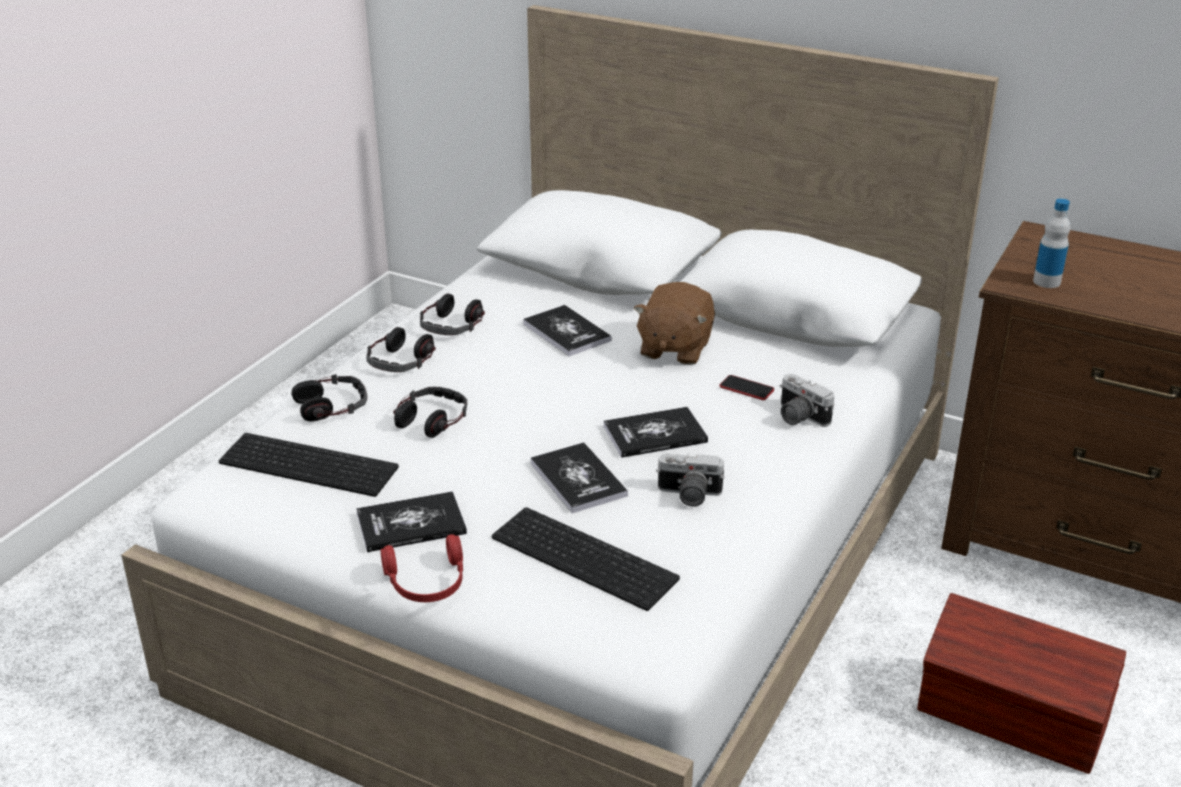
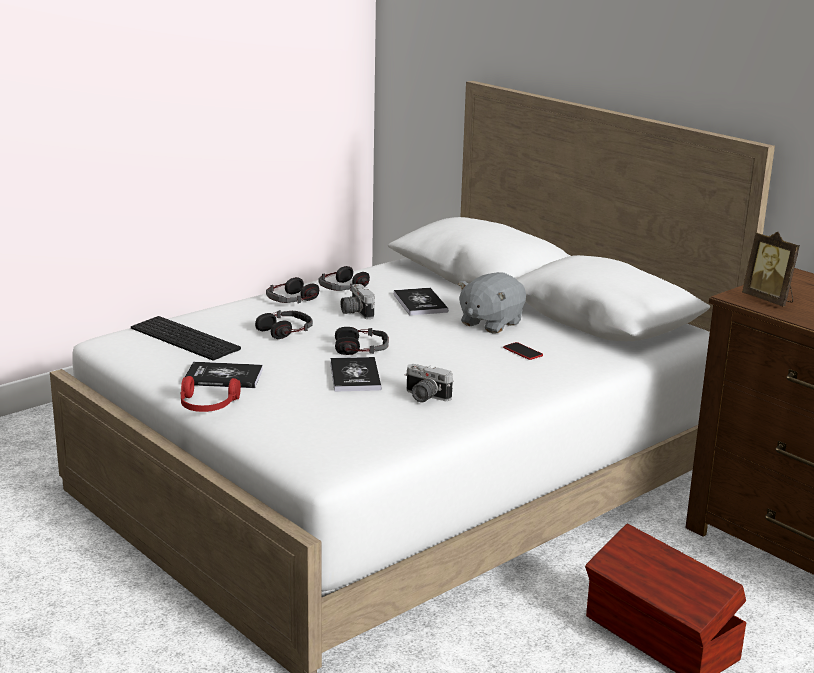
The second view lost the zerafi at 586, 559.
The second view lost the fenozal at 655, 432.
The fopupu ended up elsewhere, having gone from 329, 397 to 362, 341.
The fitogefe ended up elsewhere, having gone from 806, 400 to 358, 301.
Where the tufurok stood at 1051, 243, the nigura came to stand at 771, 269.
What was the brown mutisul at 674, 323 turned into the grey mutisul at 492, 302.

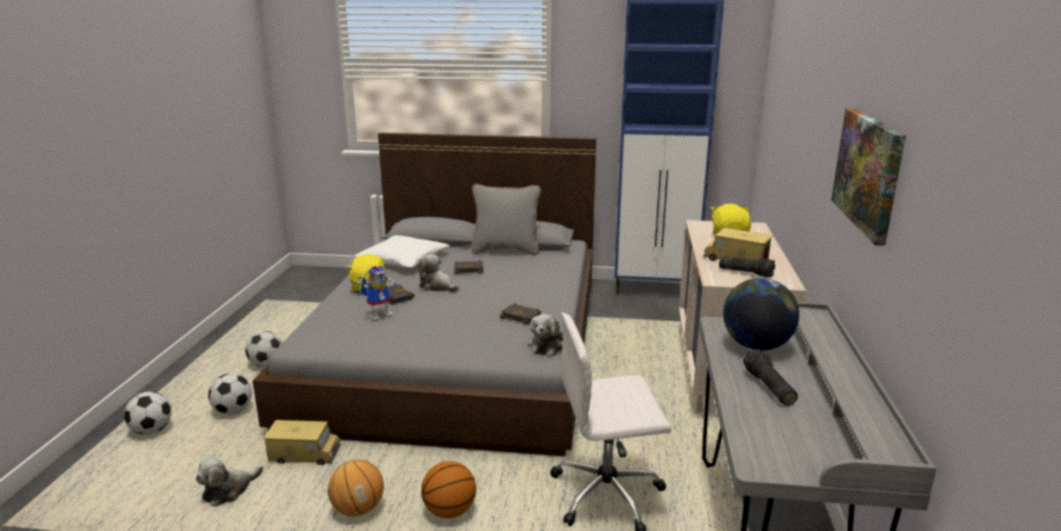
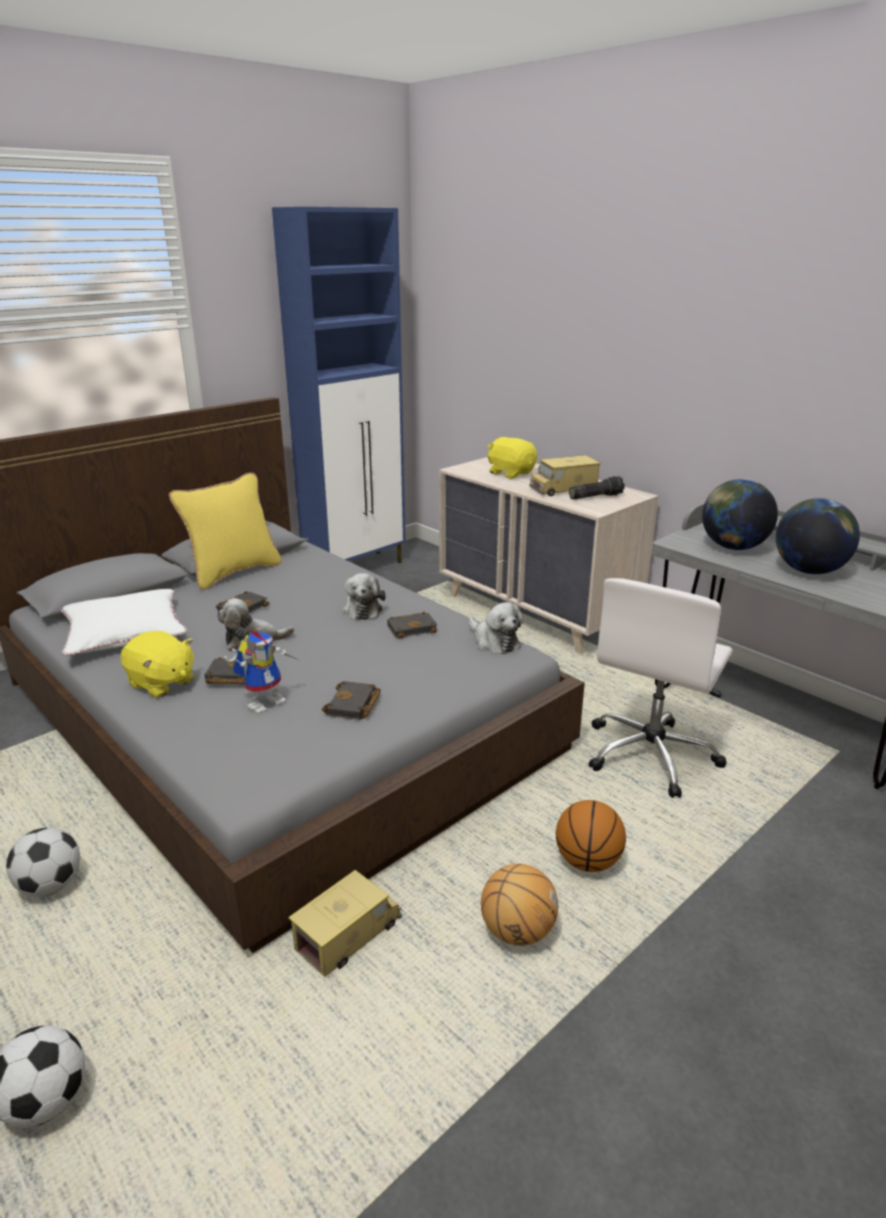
The second view lost the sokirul at 230, 393.
The second view lost the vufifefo at 868, 177.
The second view gained the black fenozal at 351, 700.
The mutisul ended up elsewhere, having gone from 229, 482 to 364, 596.
Where the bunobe stood at 770, 377, the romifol came to stand at 818, 536.
What was the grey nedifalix at 506, 219 turned into the yellow nedifalix at 225, 531.
The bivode at 378, 293 ended up facing another way, 45 degrees clockwise from before.

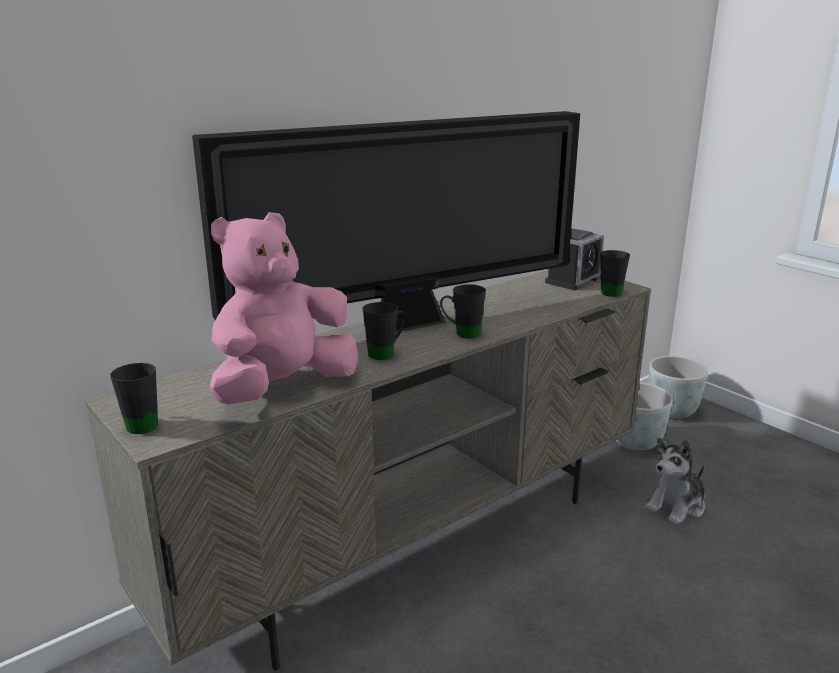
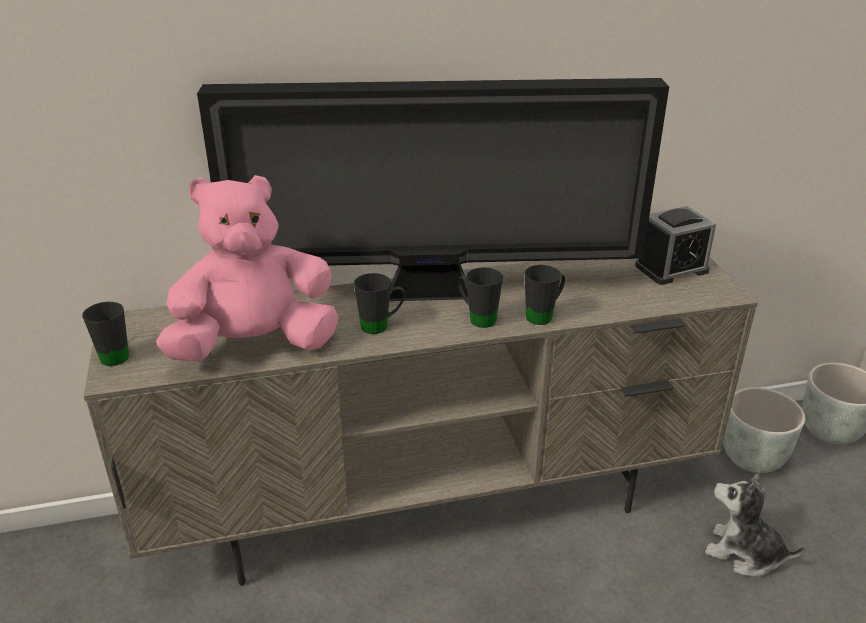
The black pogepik ended up elsewhere, having gone from 615, 273 to 545, 295.
The mutisul at 675, 481 ended up facing another way, 45 degrees clockwise from before.

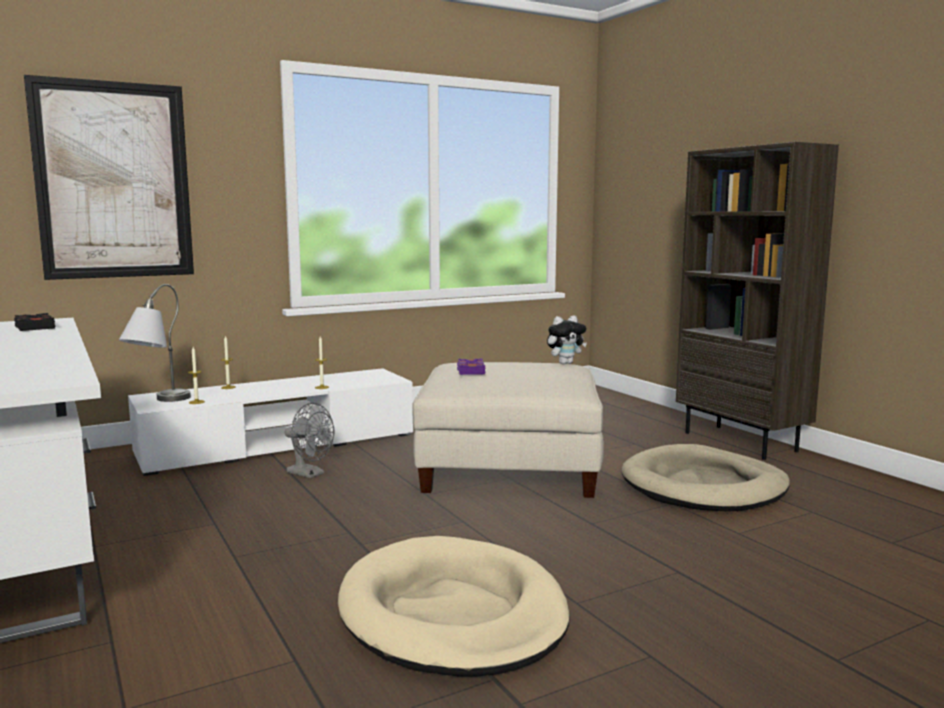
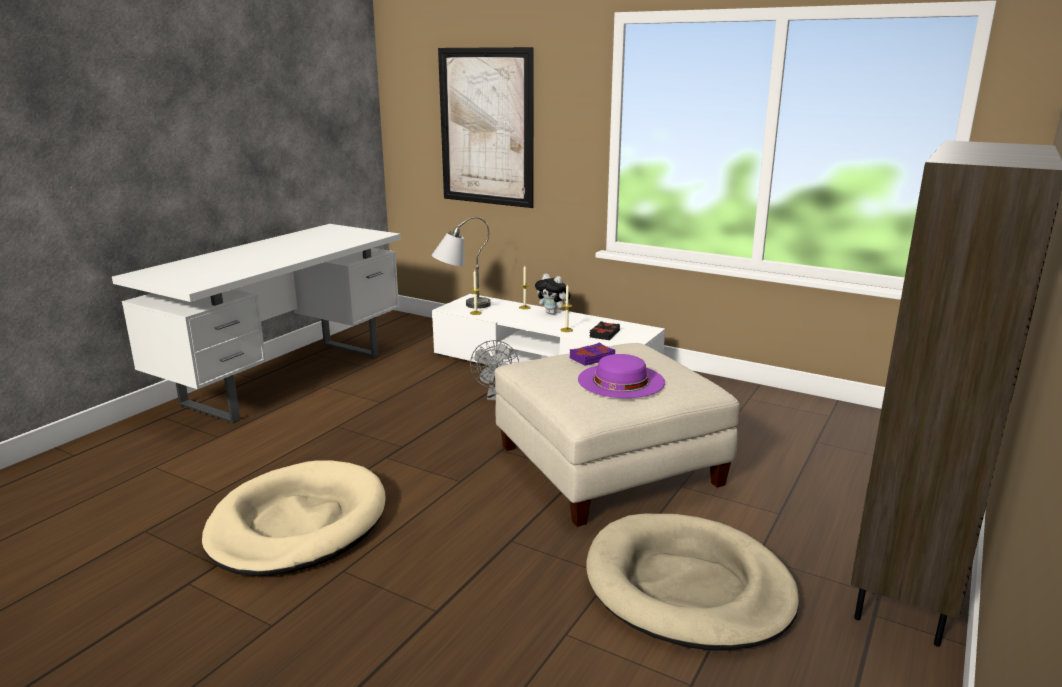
The second view gained the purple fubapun at 621, 376.
The black fenozal ended up elsewhere, having gone from 34, 322 to 604, 330.
The mutisul ended up elsewhere, having gone from 567, 339 to 553, 294.

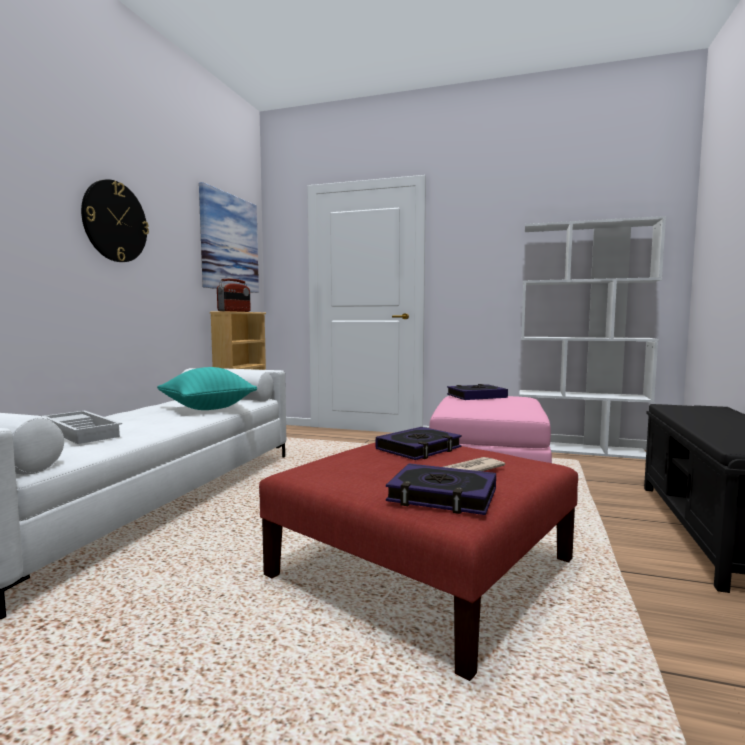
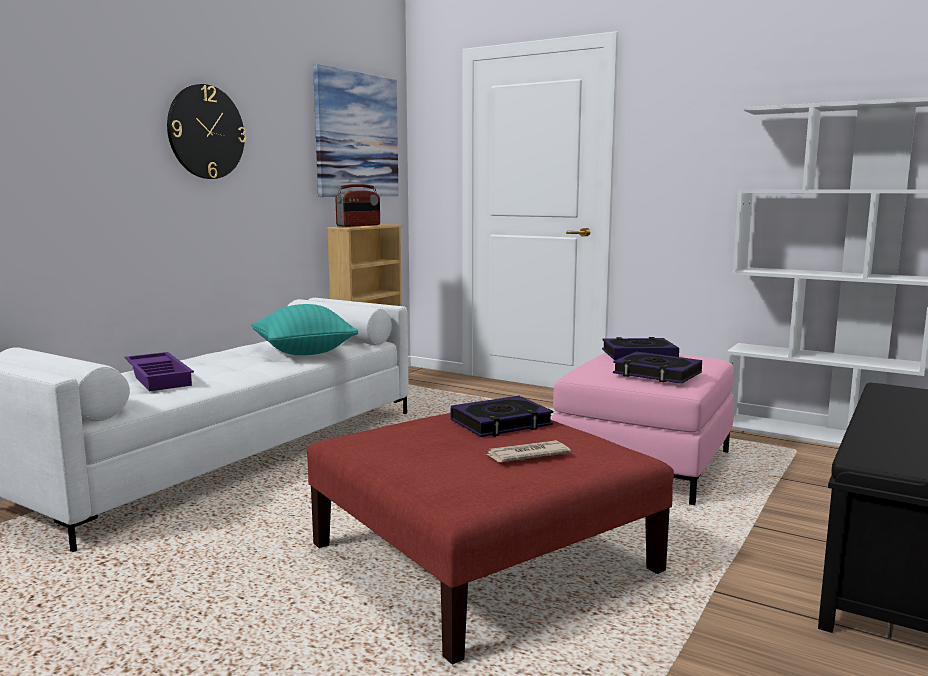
The fenozal ended up elsewhere, having gone from 441, 489 to 657, 367.
What was the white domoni at 82, 427 turned into the purple domoni at 159, 371.

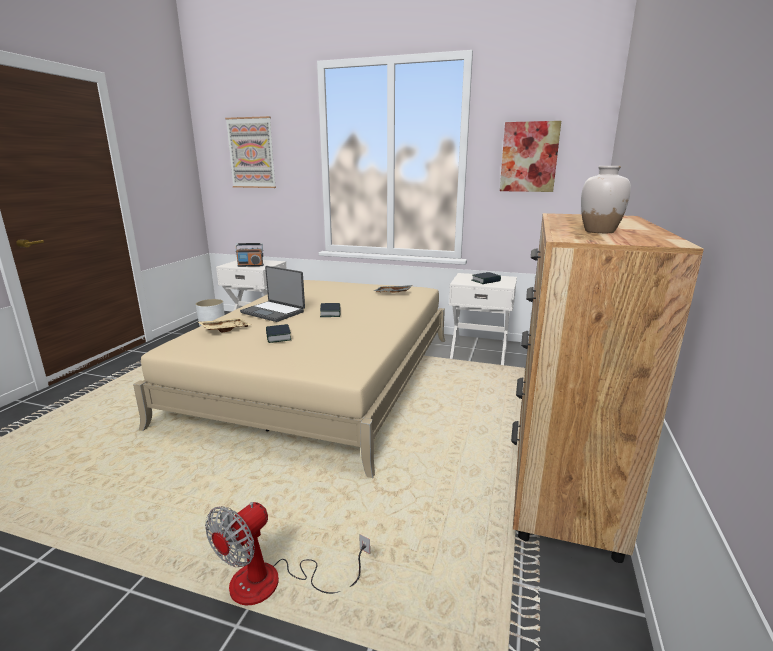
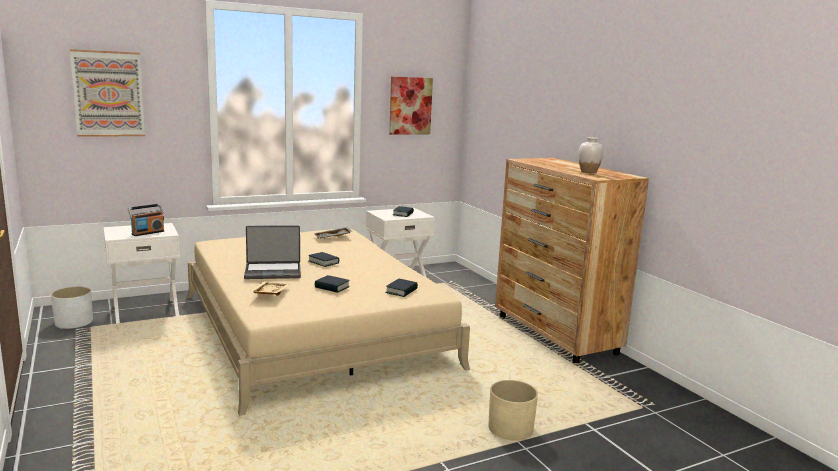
The second view gained the fenozal at 401, 288.
Where the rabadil stood at 287, 553, the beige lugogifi came to stand at 513, 410.

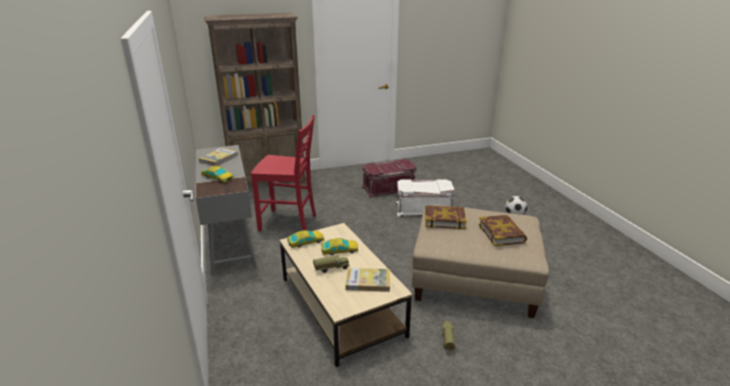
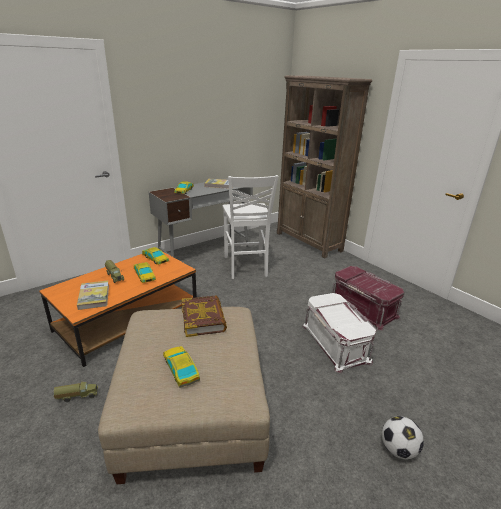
Where the fenozal stood at 502, 230, the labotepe came to stand at 181, 367.
What was the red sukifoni at 283, 173 turned into the white sukifoni at 250, 227.
What was the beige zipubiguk at 345, 295 turned into the orange zipubiguk at 118, 309.

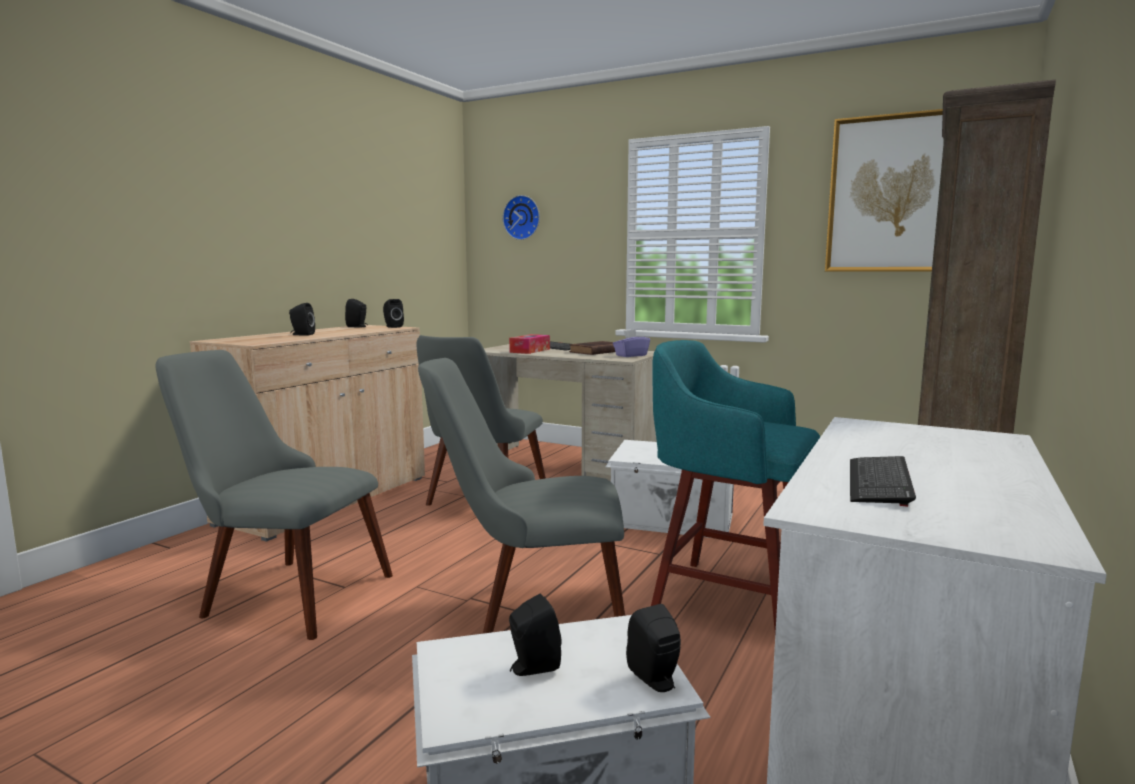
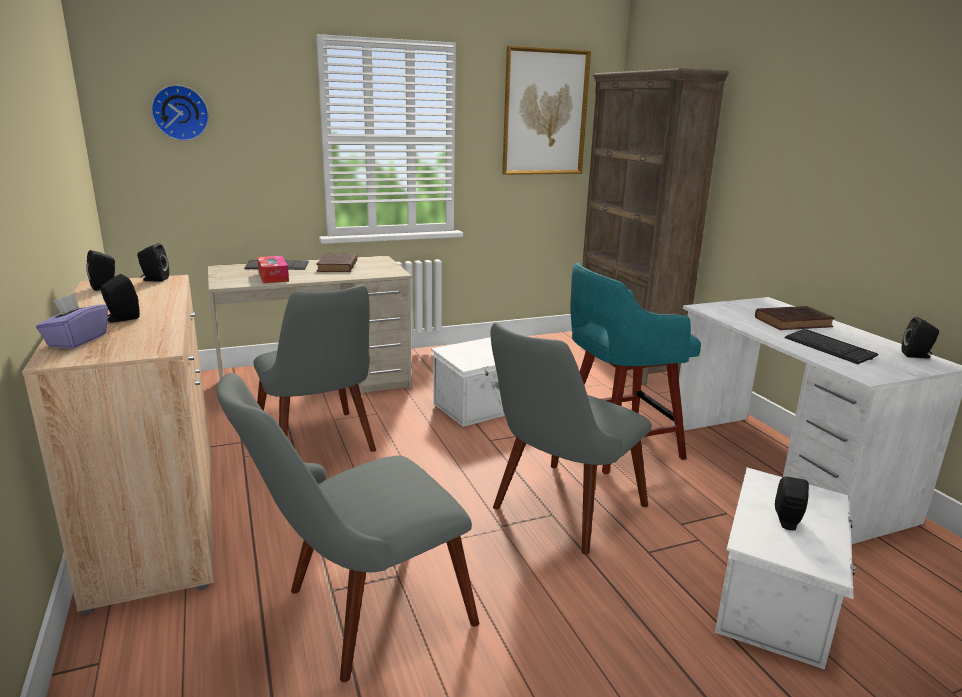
The second view gained the brown fenozal at 795, 318.
The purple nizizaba ended up elsewhere, having gone from 631, 343 to 72, 321.
The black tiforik ended up elsewhere, having gone from 653, 648 to 920, 337.

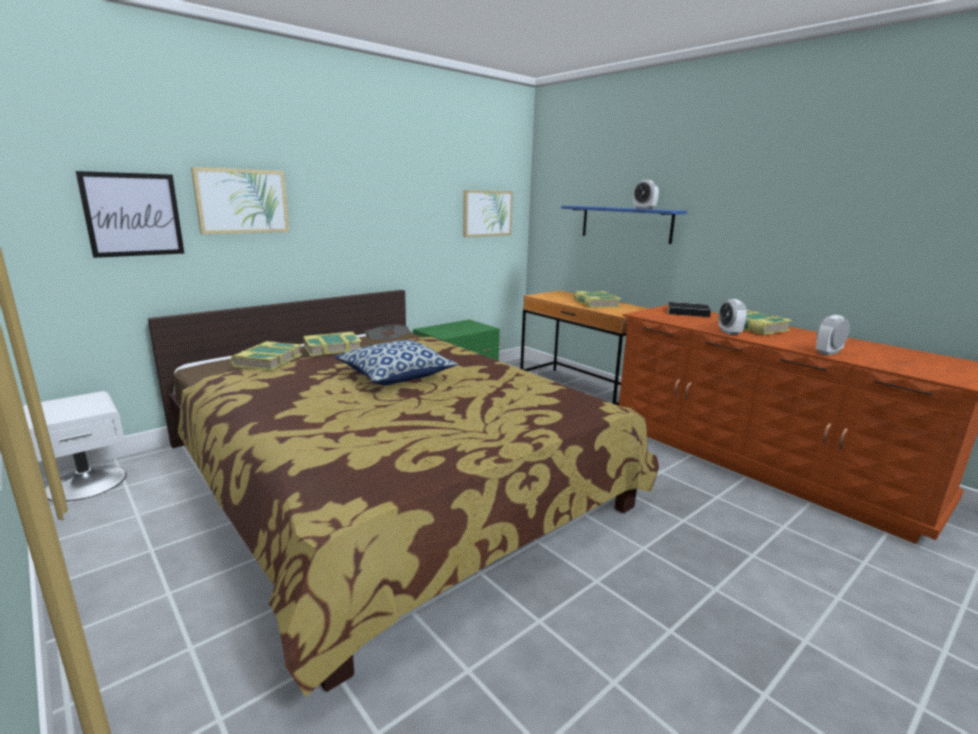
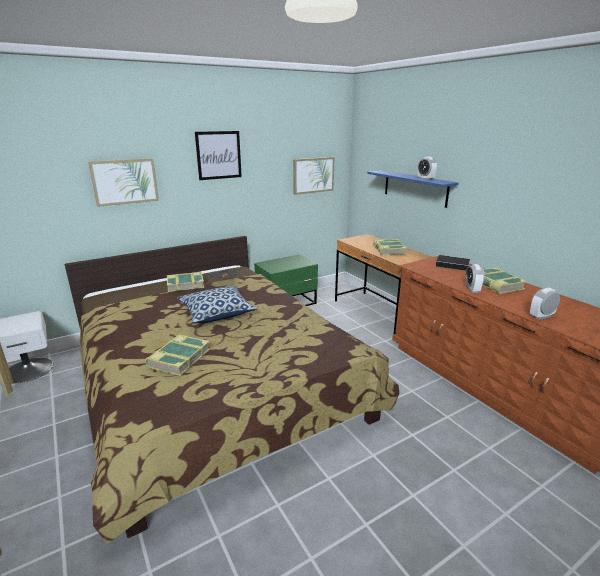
The vufifefo ended up elsewhere, having gone from 130, 214 to 218, 155.
The fenozal ended up elsewhere, having gone from 266, 356 to 177, 355.

